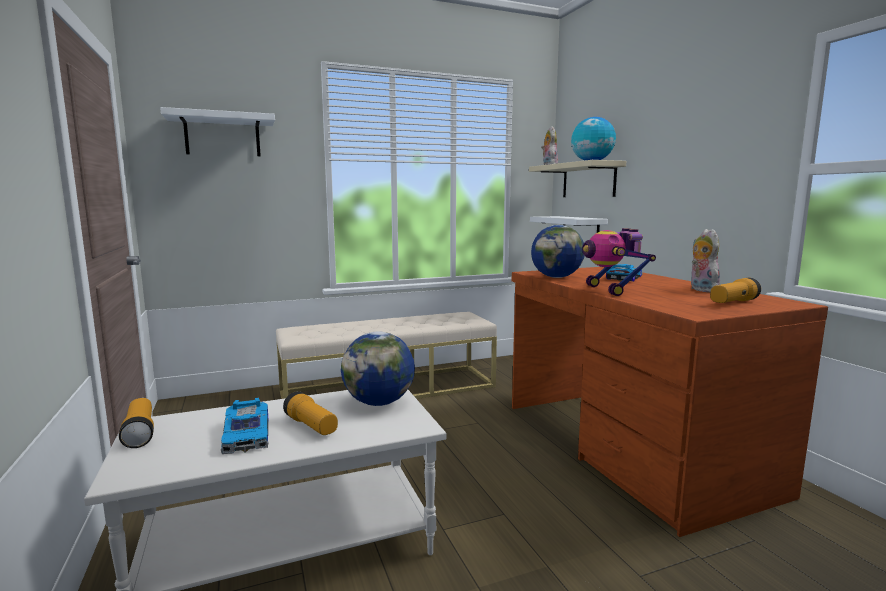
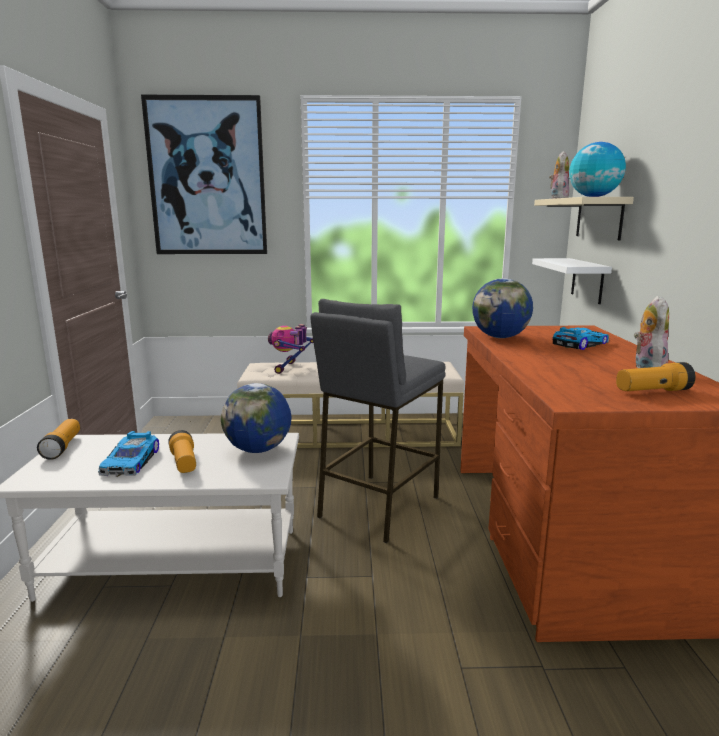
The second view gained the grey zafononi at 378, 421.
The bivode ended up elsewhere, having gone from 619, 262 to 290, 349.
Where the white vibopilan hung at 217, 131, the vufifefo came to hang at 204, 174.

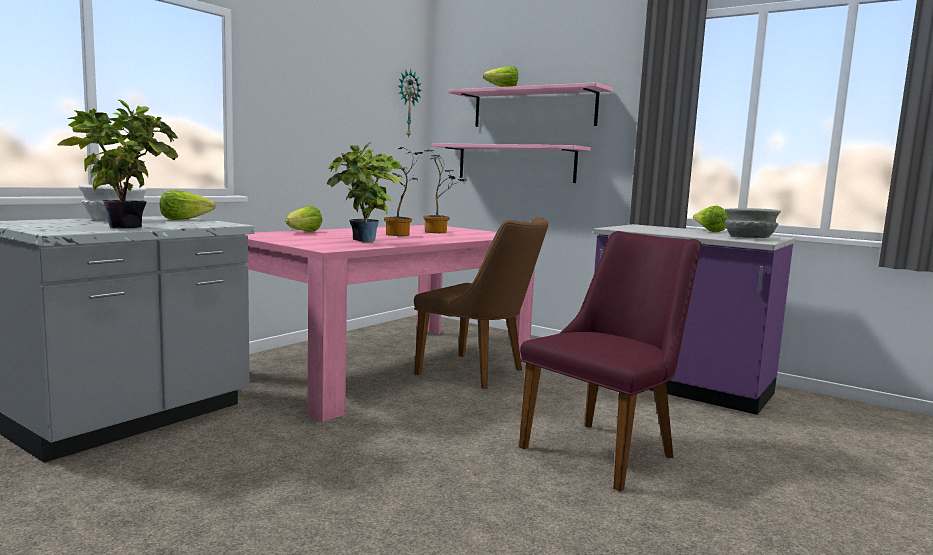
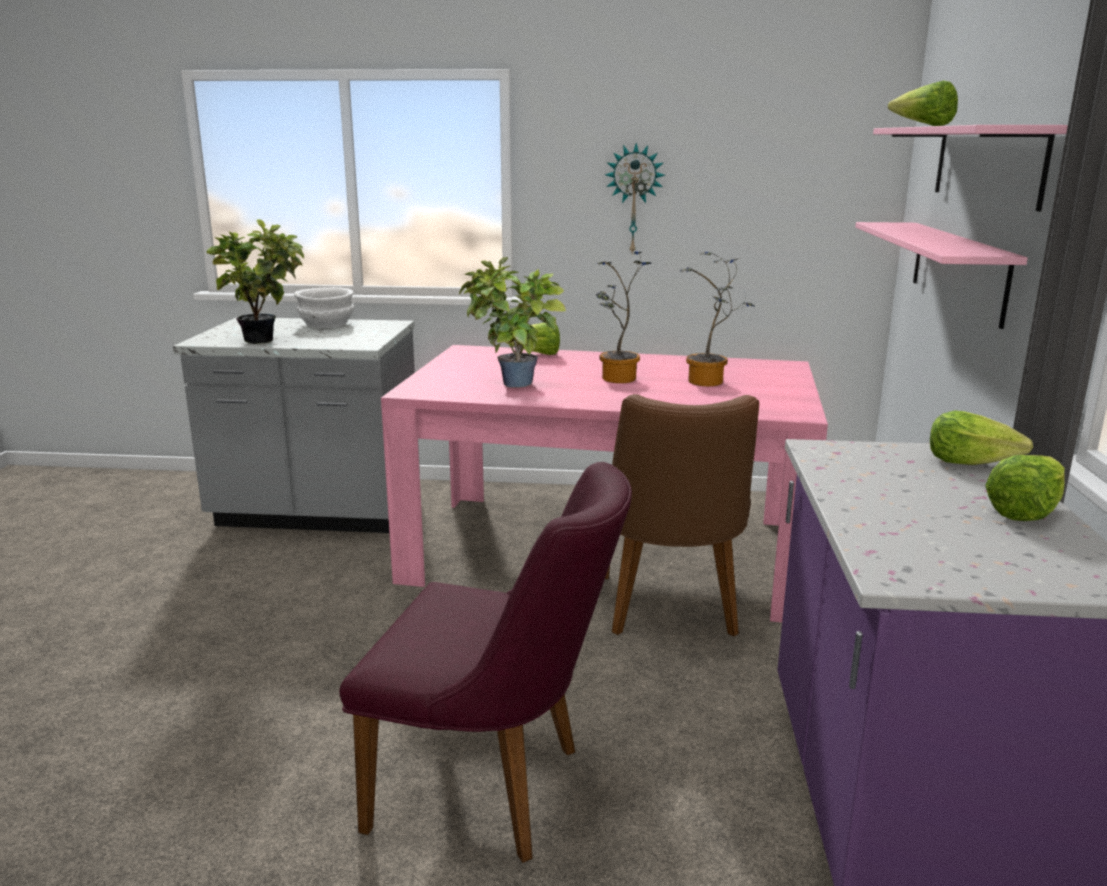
The second view lost the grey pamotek at 753, 223.
The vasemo ended up elsewhere, having gone from 188, 205 to 981, 437.
The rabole ended up elsewhere, having gone from 410, 103 to 635, 199.

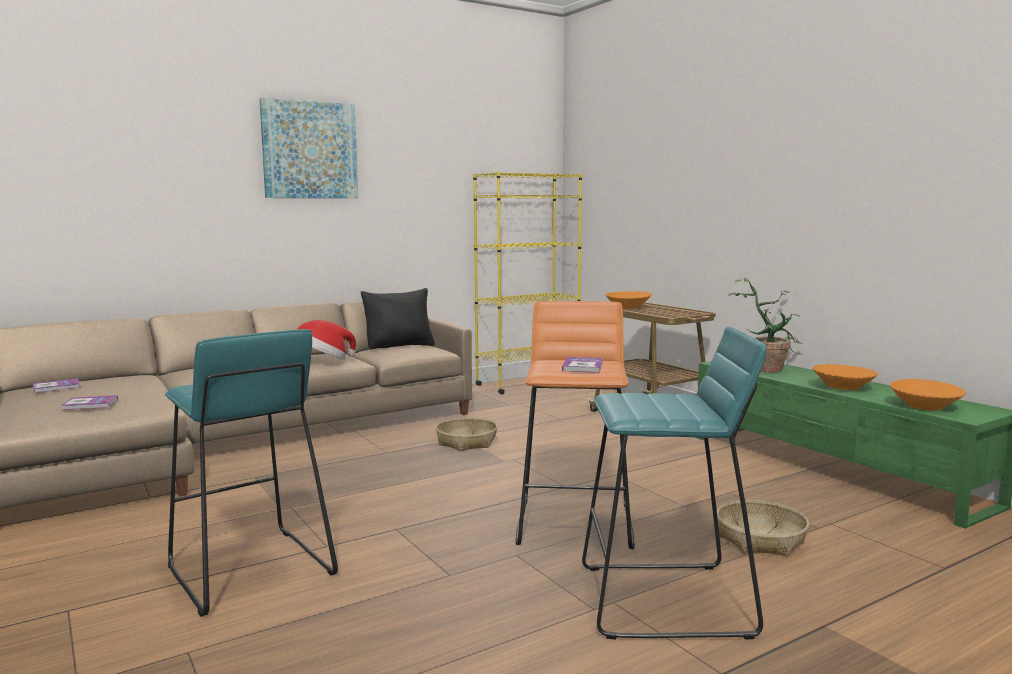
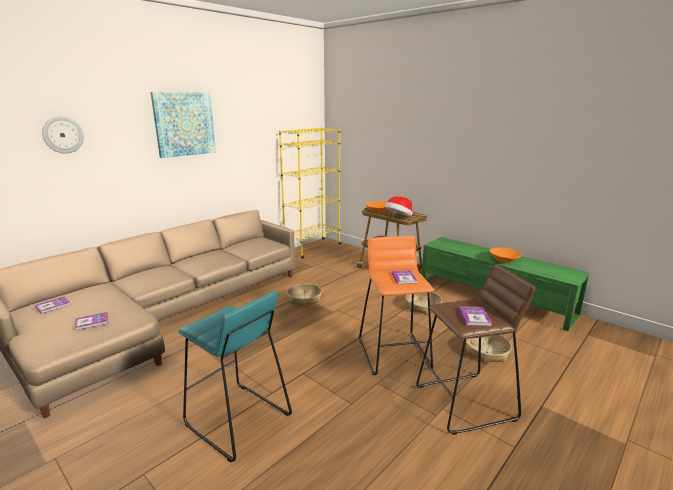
The second view lost the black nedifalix at 398, 319.
The second view lost the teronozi at 765, 325.
The second view lost the orange pamotek at 928, 395.
The second view gained the rabole at 63, 135.
The second view gained the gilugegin at 424, 303.
The second view gained the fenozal at 475, 316.
The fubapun ended up elsewhere, having gone from 325, 340 to 399, 206.
What was the turquoise zafononi at 674, 483 turned into the brown zafononi at 475, 349.

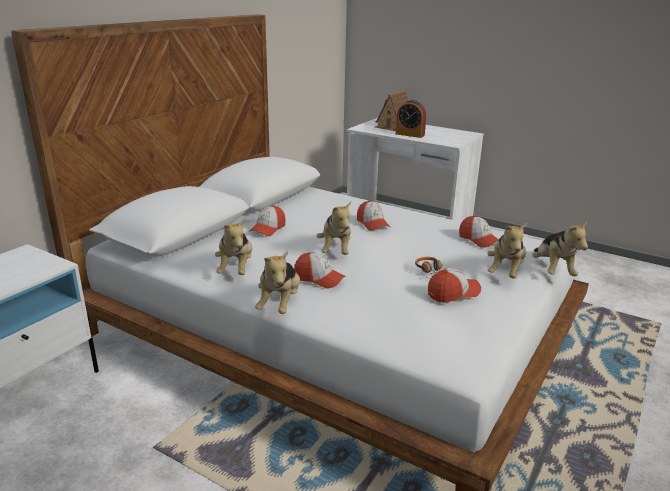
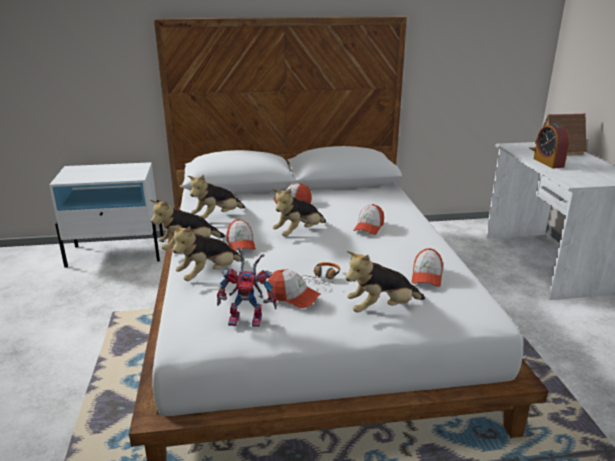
The second view gained the bivode at 247, 287.
The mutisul ended up elsewhere, having gone from 560, 248 to 207, 253.

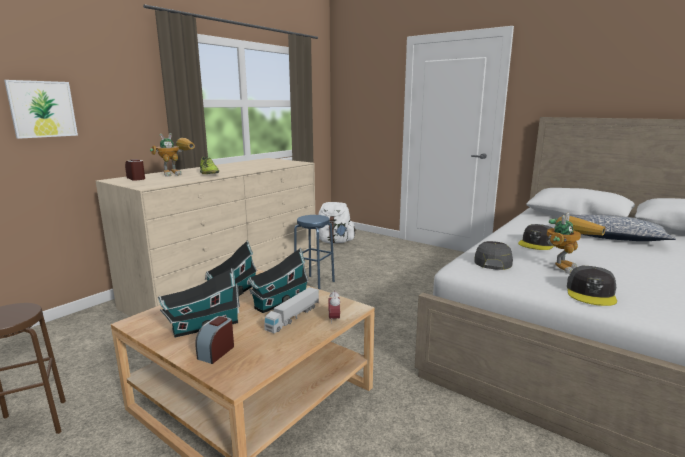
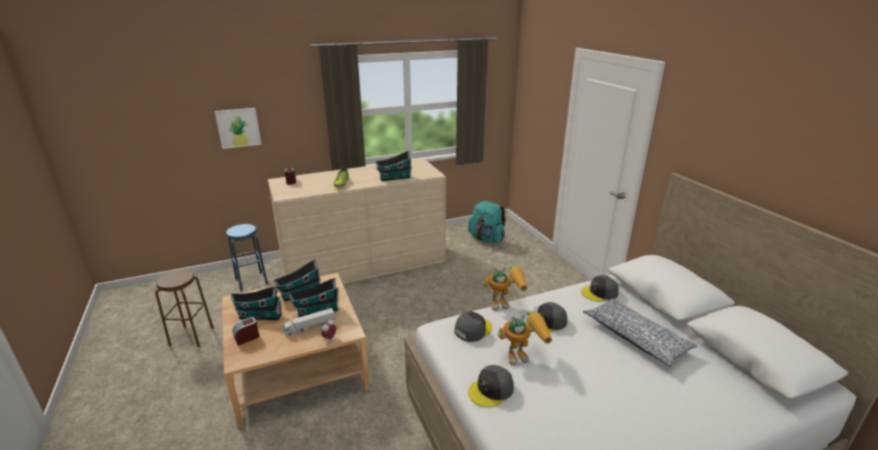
The second view gained the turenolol at 393, 165.
The second view gained the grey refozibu at 600, 288.
The bivode ended up elsewhere, having gone from 172, 155 to 504, 288.
The blue zafononi ended up elsewhere, having gone from 314, 252 to 247, 258.
What was the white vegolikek at 336, 223 turned into the turquoise vegolikek at 487, 222.

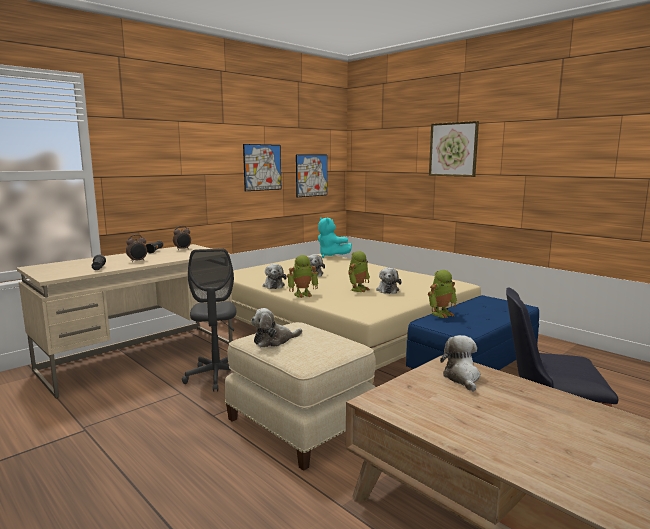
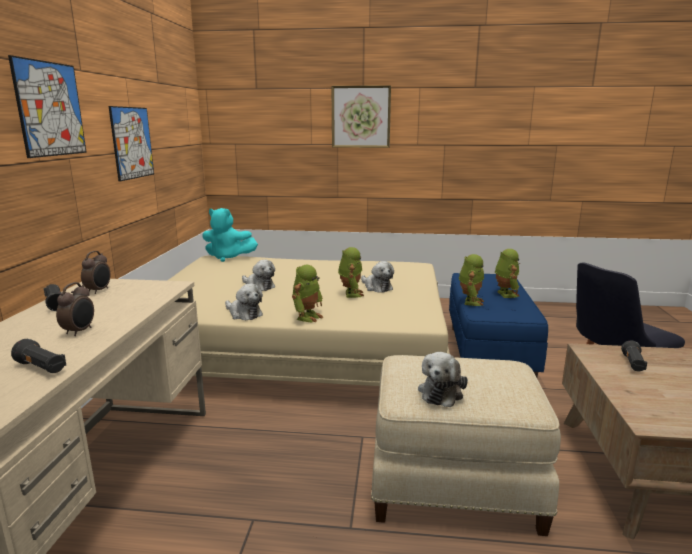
The second view lost the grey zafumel at 209, 320.
The second view gained the bivode at 507, 273.
The vufifefo ended up elsewhere, having gone from 311, 175 to 47, 106.
Where the mutisul stood at 460, 363, the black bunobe came to stand at 634, 355.

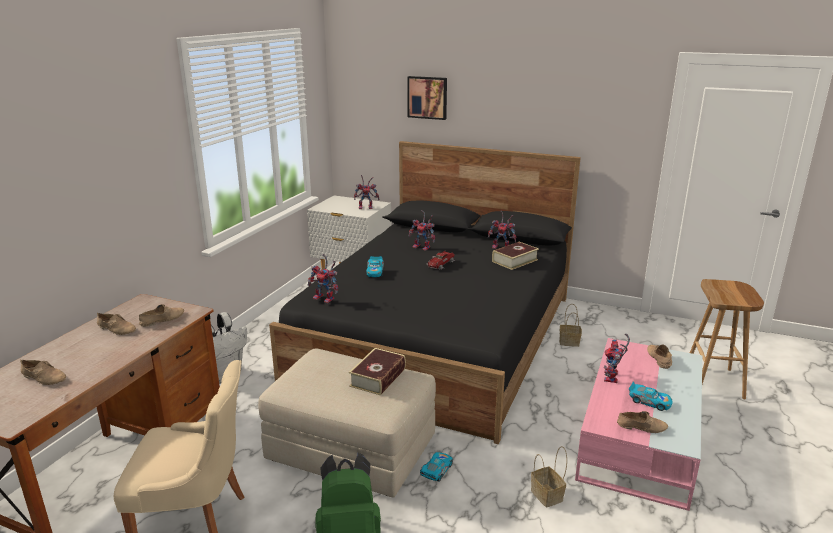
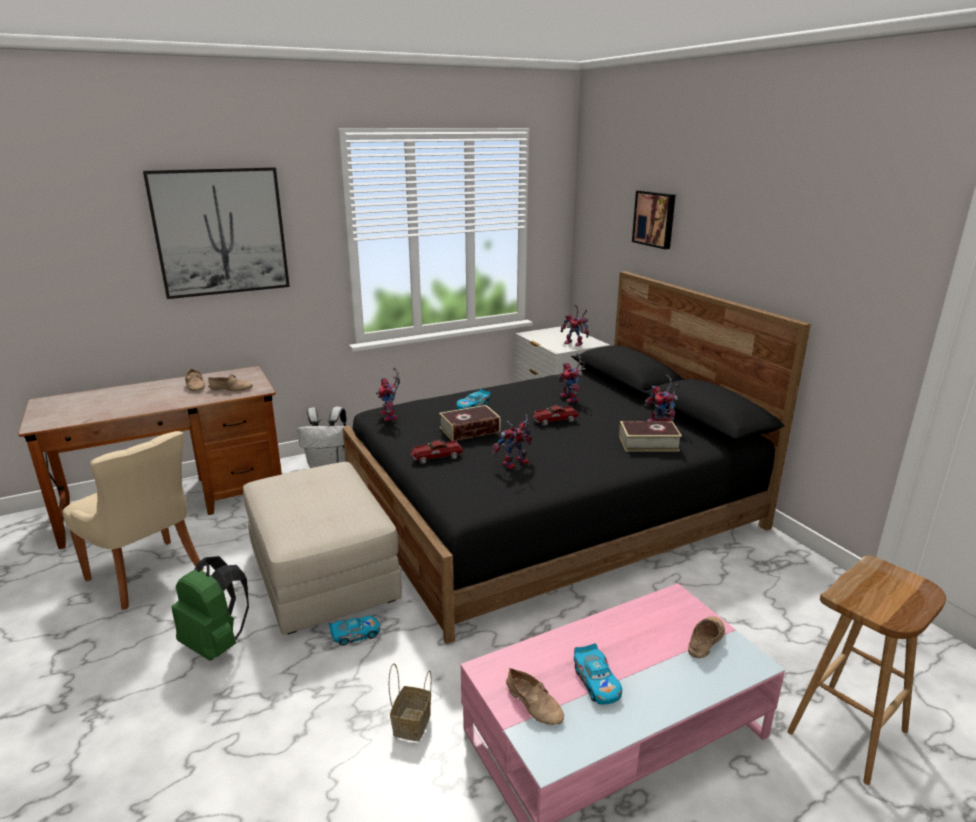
The second view lost the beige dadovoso at 43, 372.
The second view lost the gilugegin at 570, 325.
The second view gained the vufifefo at 216, 233.
The second view gained the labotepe at 437, 452.
The fenozal ended up elsewhere, having gone from 377, 371 to 470, 423.
The bivode ended up elsewhere, having gone from 617, 358 to 511, 441.

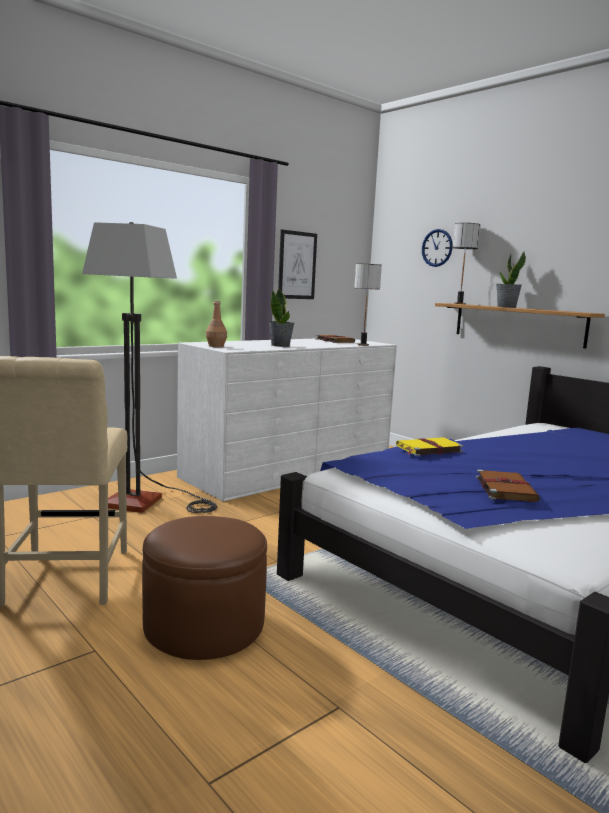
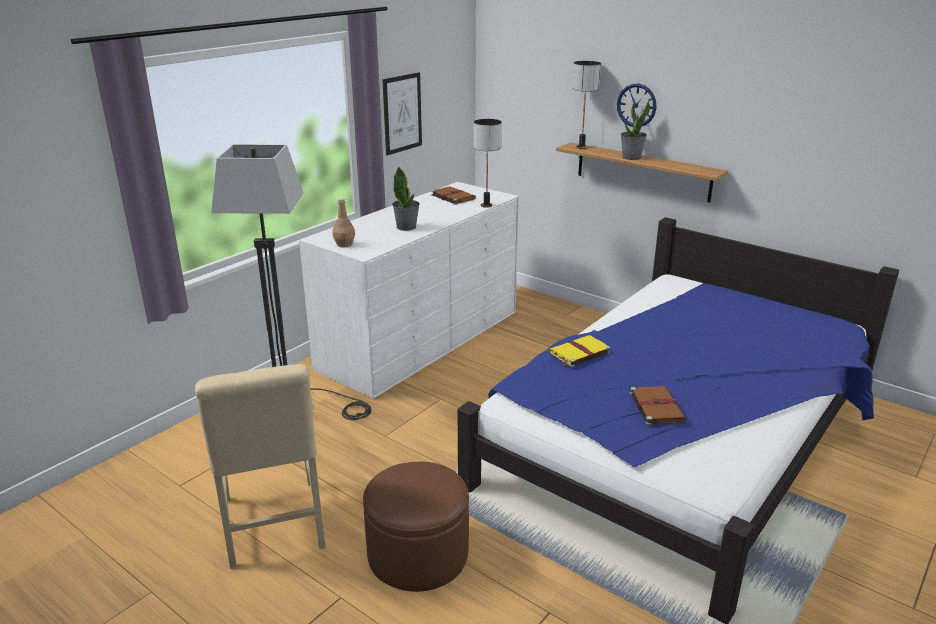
The rabole ended up elsewhere, having gone from 437, 248 to 636, 105.

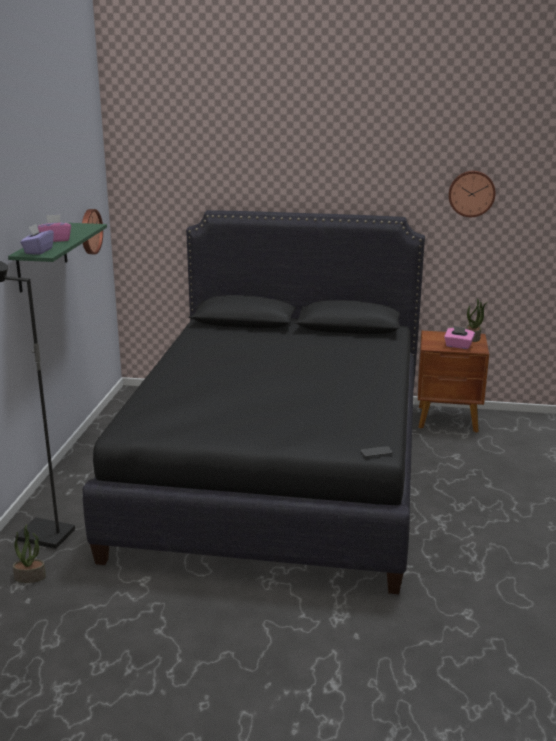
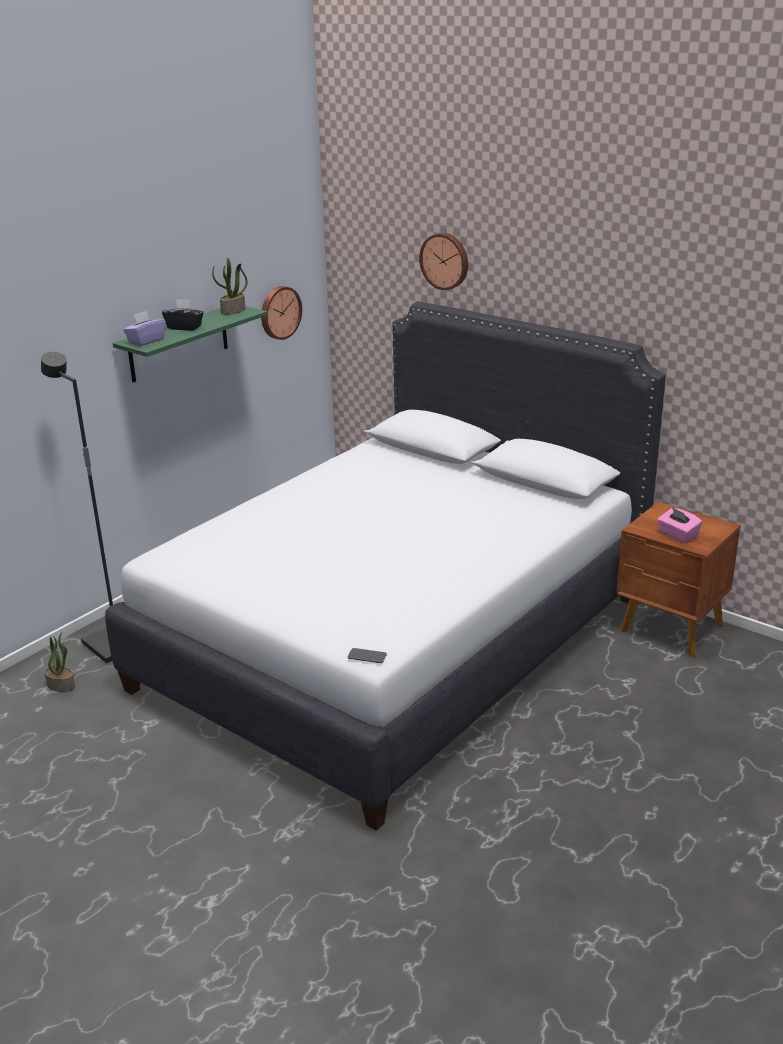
The rabole ended up elsewhere, having gone from 472, 194 to 443, 261.
The teronozi ended up elsewhere, having gone from 477, 320 to 230, 286.
What was the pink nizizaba at 54, 228 turned into the black nizizaba at 183, 315.
What was the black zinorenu at 254, 402 turned into the white zinorenu at 385, 566.

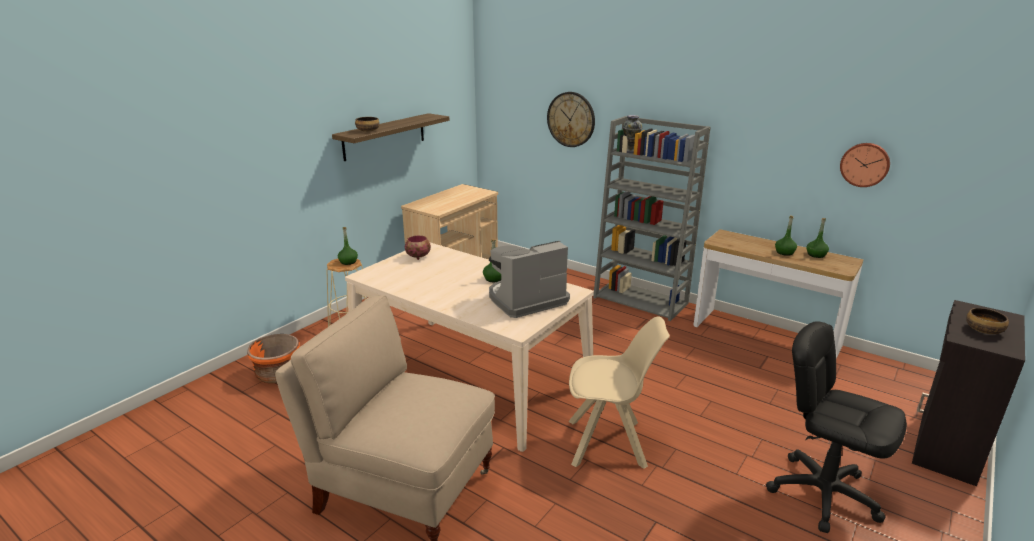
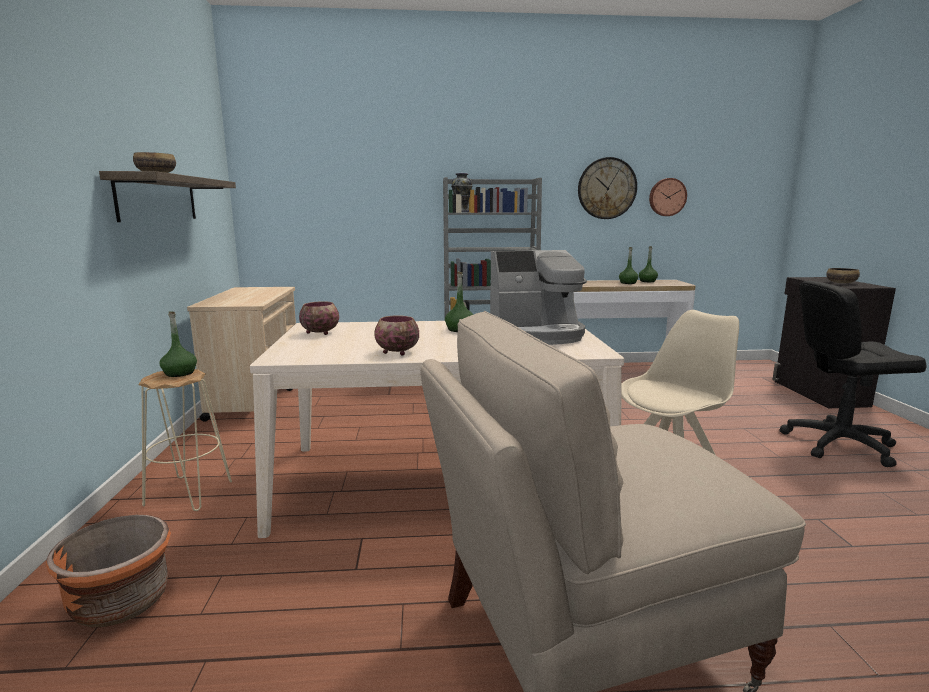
The second view gained the pamotek at 396, 335.
The rabole ended up elsewhere, having gone from 571, 119 to 607, 188.
The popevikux at 529, 279 ended up facing another way, 120 degrees counterclockwise from before.

